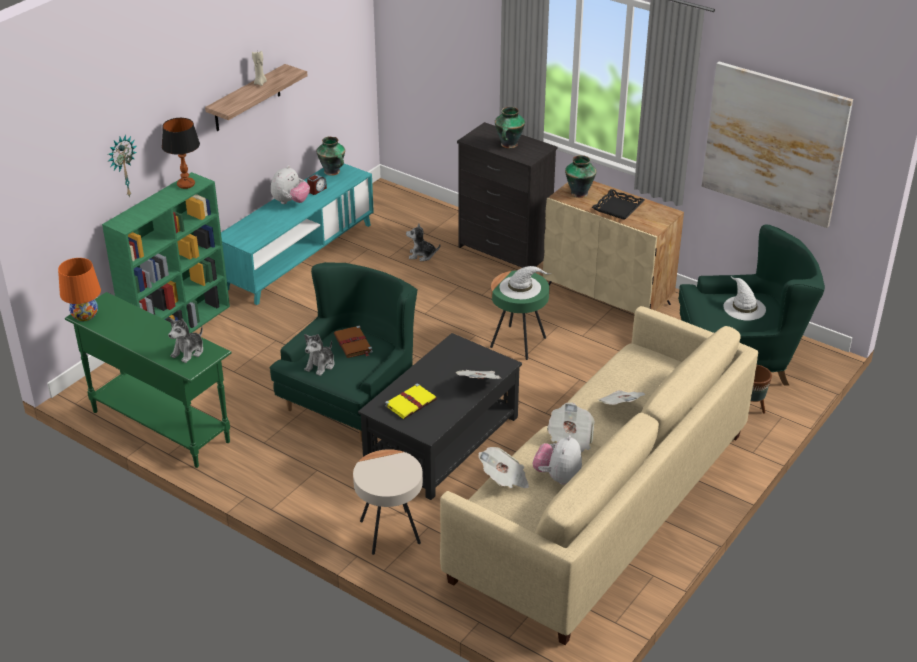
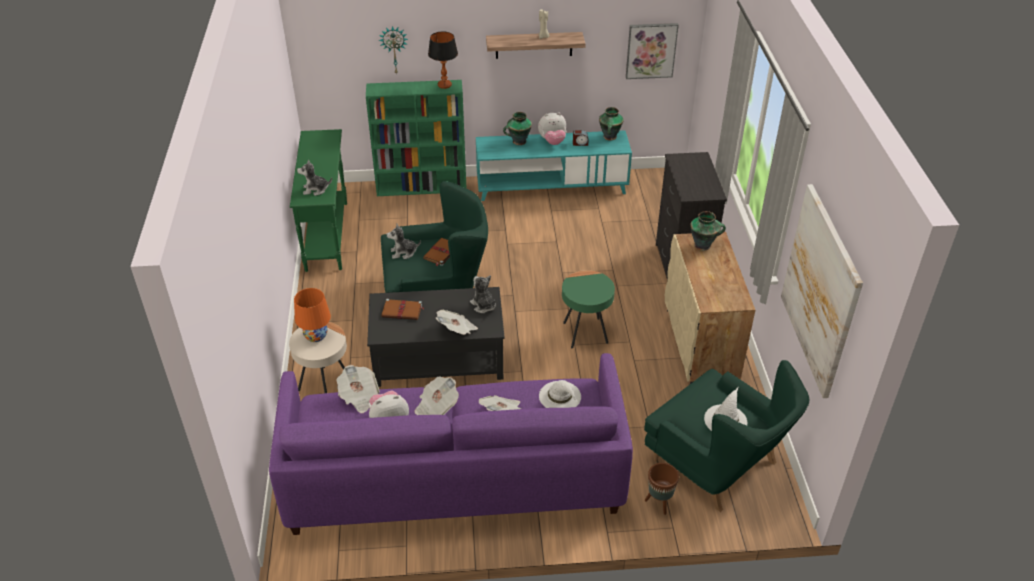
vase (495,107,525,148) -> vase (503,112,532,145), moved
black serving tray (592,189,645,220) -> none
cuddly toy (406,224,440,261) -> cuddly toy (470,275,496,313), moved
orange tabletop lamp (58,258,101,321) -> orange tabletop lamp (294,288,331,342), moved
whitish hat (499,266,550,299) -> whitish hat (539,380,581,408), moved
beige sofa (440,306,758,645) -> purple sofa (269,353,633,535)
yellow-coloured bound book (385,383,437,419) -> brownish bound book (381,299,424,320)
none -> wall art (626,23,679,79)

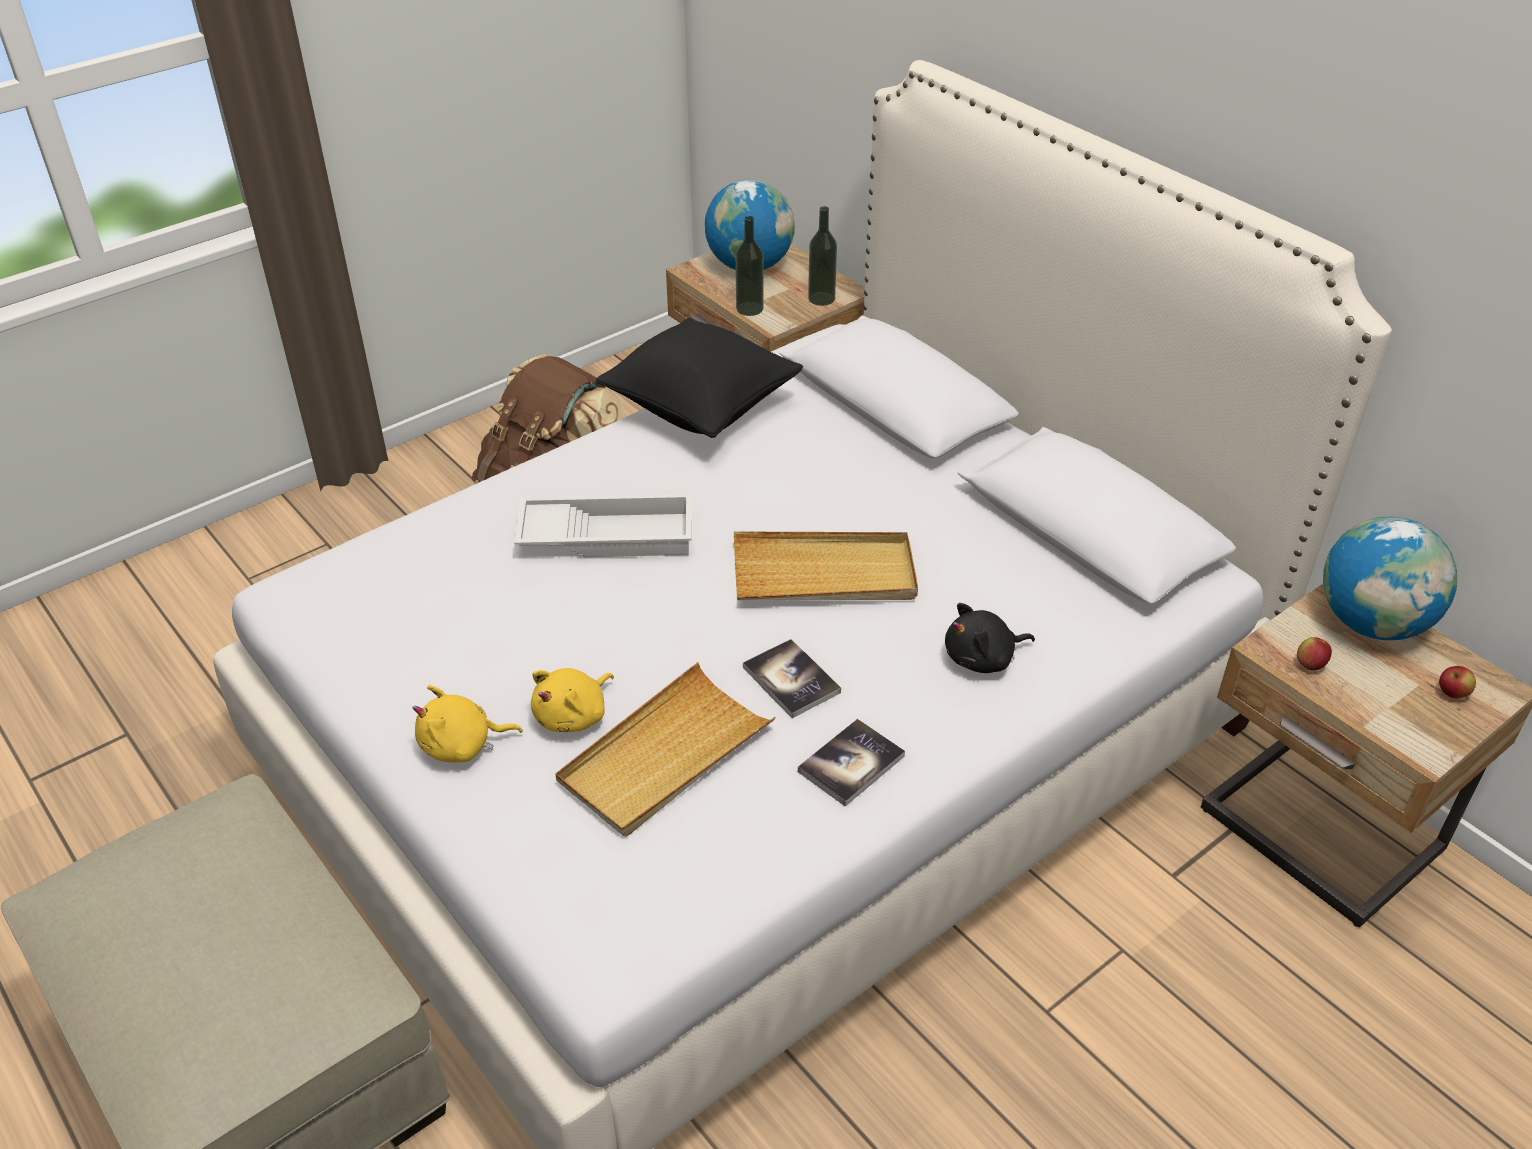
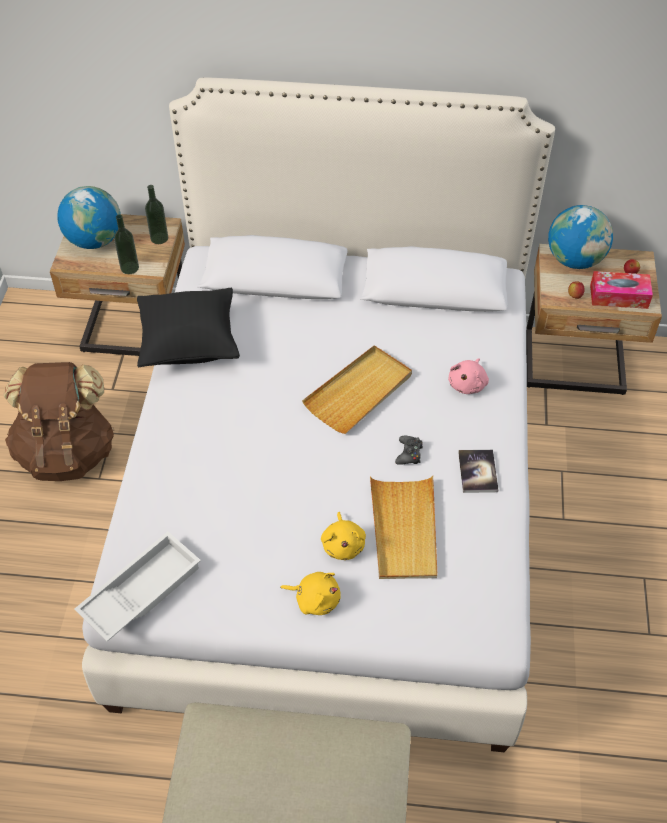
whitish serving tray (514,493,692,557) -> whitish serving tray (74,531,201,642), moved
black cuddly toy (945,603,1035,673) -> pink-coloured cuddly toy (448,358,489,394)
bound book (743,639,841,718) -> black joypad (395,436,423,465)
yellow-coloured cuddly toy (412,685,523,763) -> yellow-coloured cuddly toy (280,572,341,615), 105 degrees counterclockwise
none -> tissue holder (590,271,653,309)

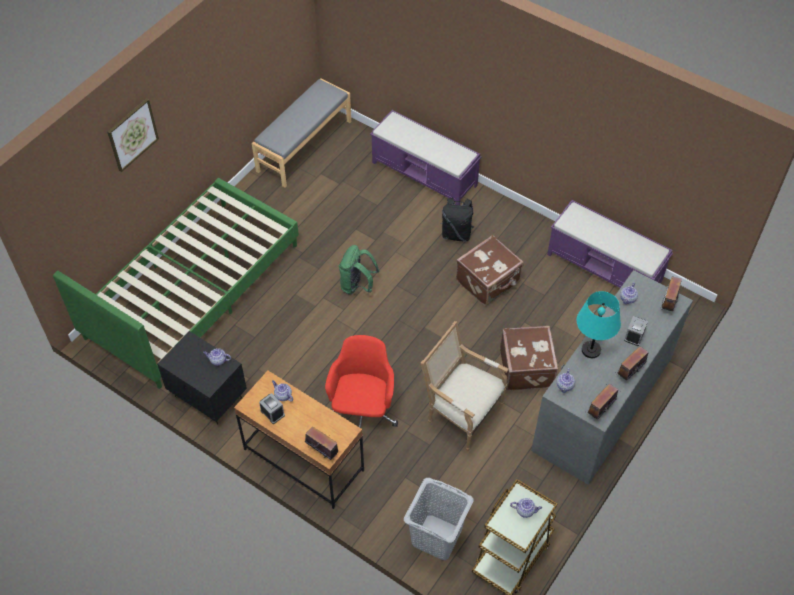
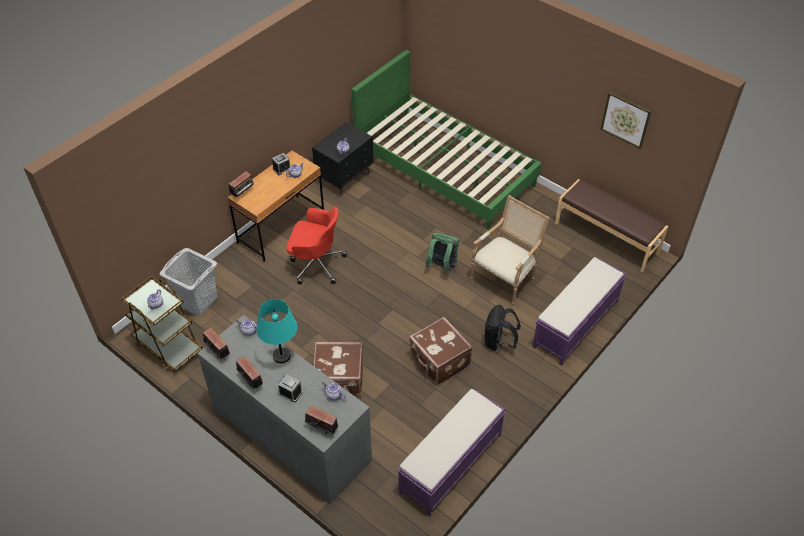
greyish long seat (252,78,351,187) -> brownish long seat (555,179,668,272)
wall art (107,98,159,172) -> wall art (601,92,651,149), moved
armchair (421,321,509,451) -> armchair (470,195,550,305), moved

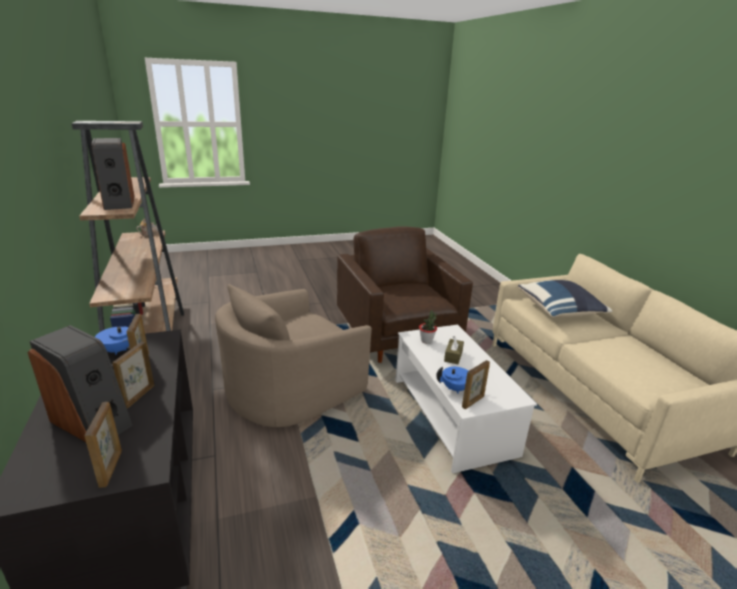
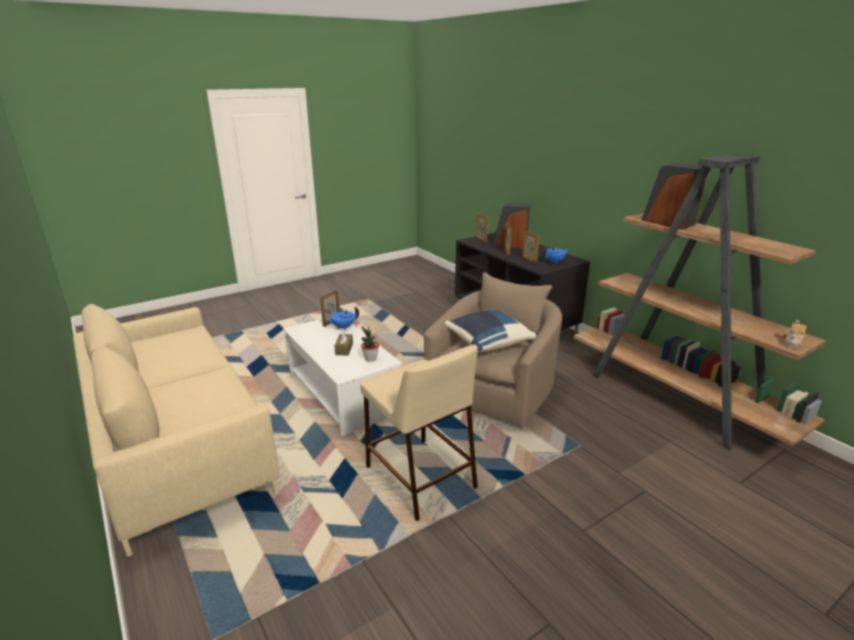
brownish armchair (337,227,473,363) -> beige sitting stool (361,345,478,521)
blue-coloured pillow (518,280,612,317) -> blue-coloured pillow (445,310,537,352), moved

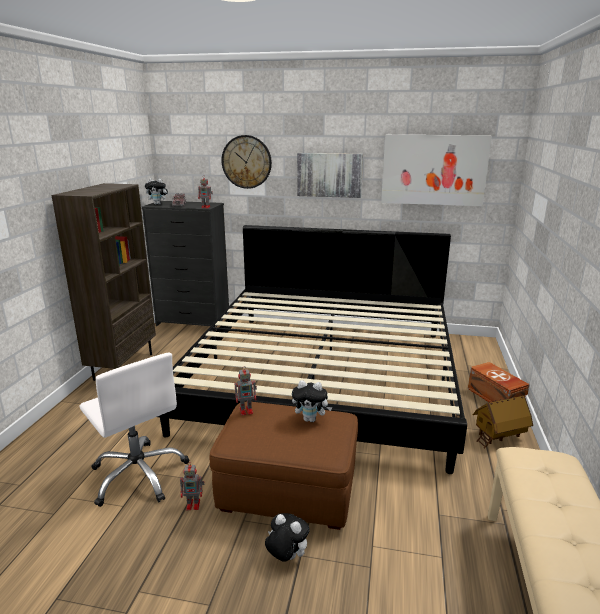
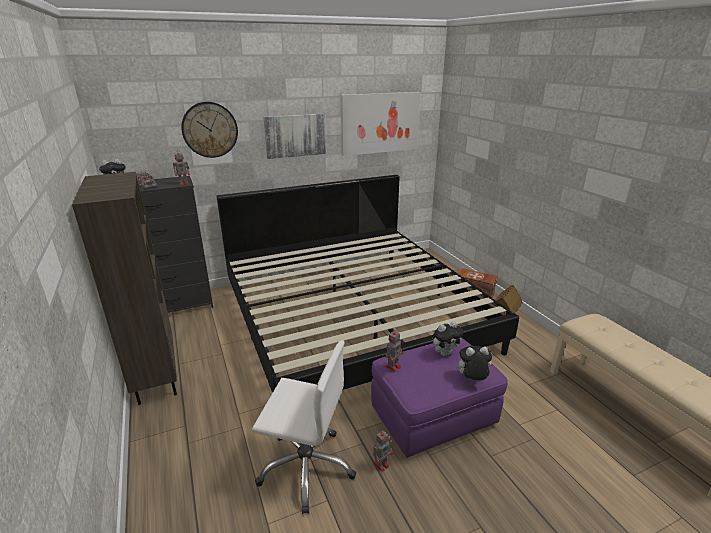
brownish pouffe (210,402,358,530) -> purple pouffe (371,338,508,458)
cuddly toy (265,513,310,562) -> cuddly toy (454,346,492,380), moved

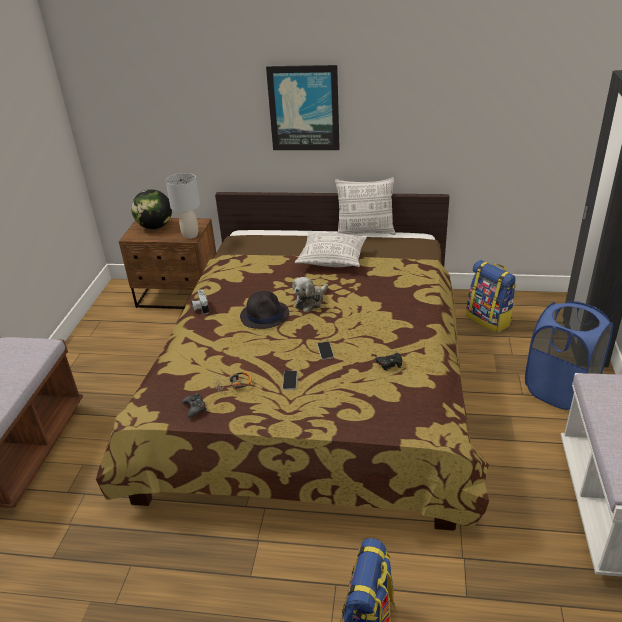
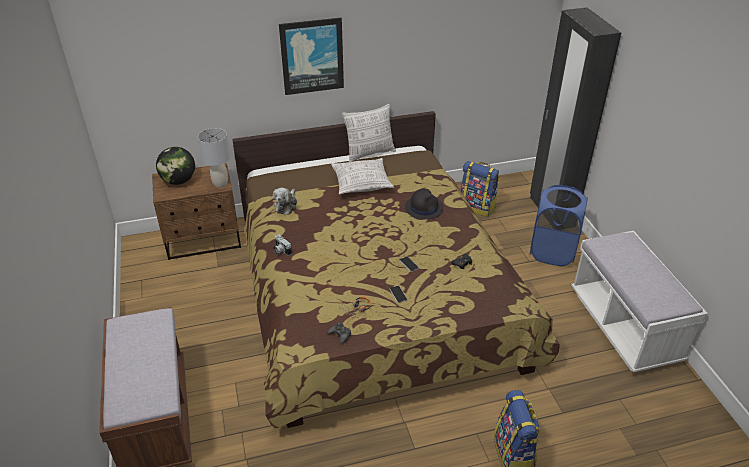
cuddly toy (292,277,328,312) -> cuddly toy (273,188,297,215), moved
black hat (240,291,289,329) -> black hat (405,189,444,220), moved

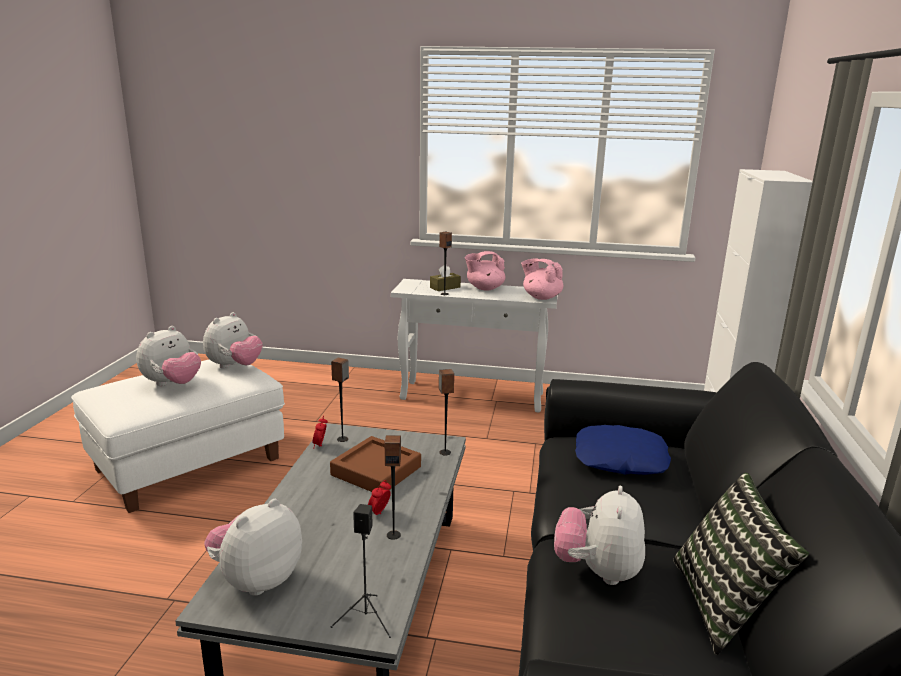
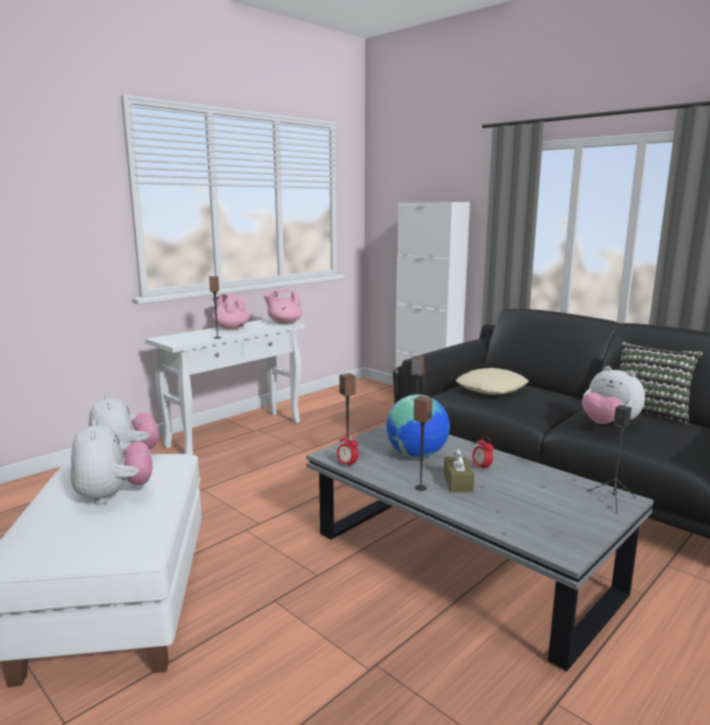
pink-coloured tea pot (465,251,505,291) -> pink-coloured tea pot (212,293,250,330), 120 degrees clockwise
brownish tissue holder (430,265,461,291) -> brownish tissue holder (444,448,474,492), moved
blue-coloured pillow (575,425,671,475) -> beige pillow (456,368,529,395)
speaker (385,435,401,540) -> speaker (414,396,433,491), moved
brownish serving tray (330,436,421,492) -> world globe (386,394,450,458)
cuddly toy (204,499,302,596) -> none

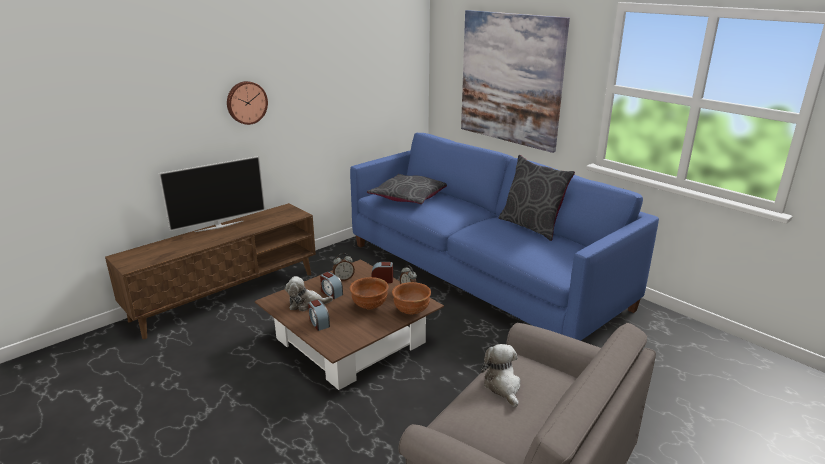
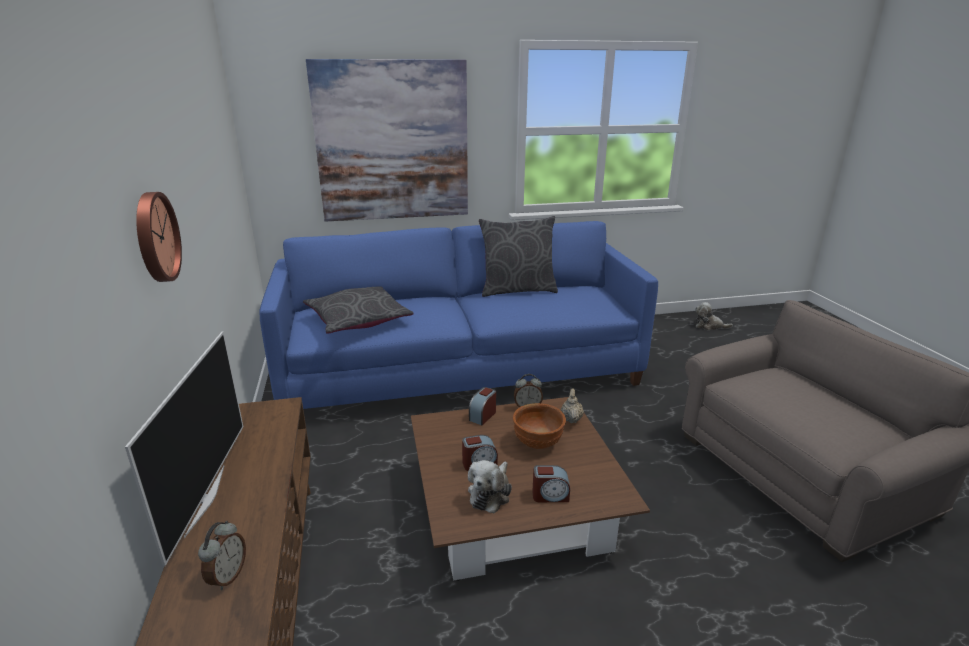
bedside clock (333,253,355,281) -> bedside clock (198,521,246,590), moved
brownish deep dish (392,282,431,315) -> beige tea pot (561,388,584,423)
cuddly toy (481,344,521,407) -> cuddly toy (695,302,733,330), moved

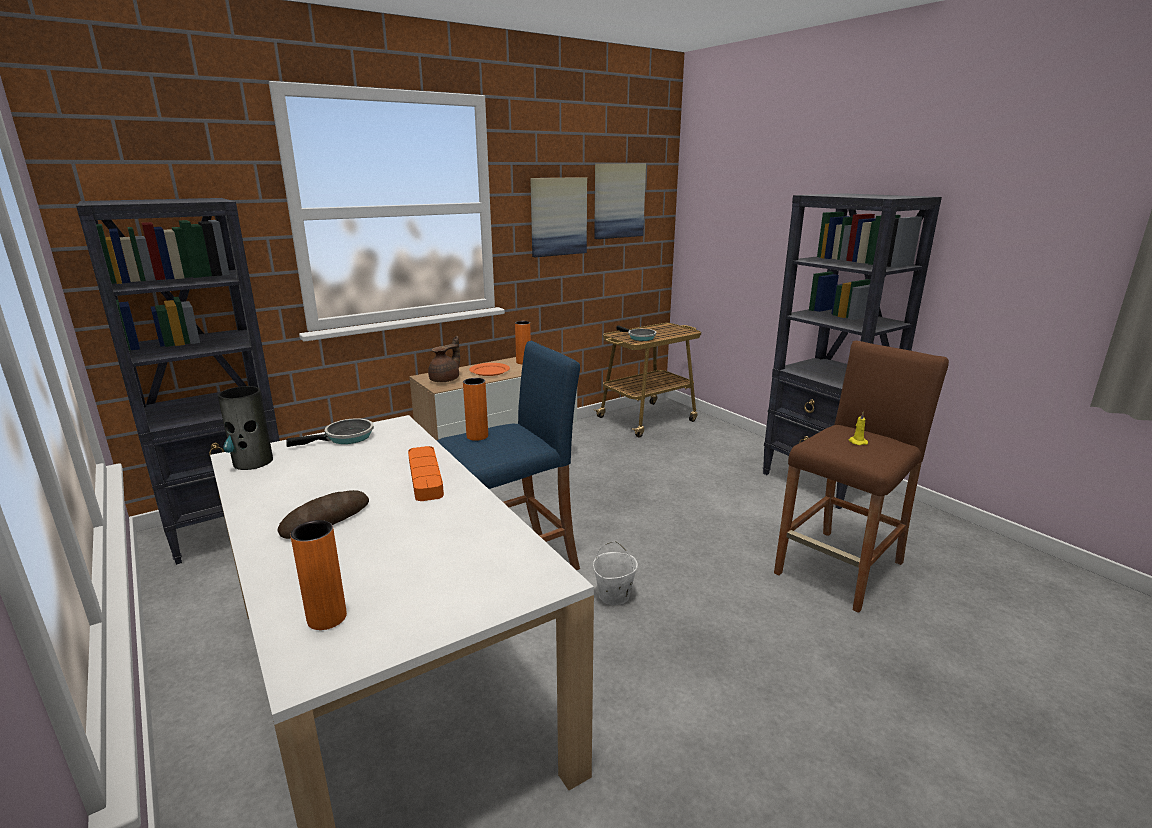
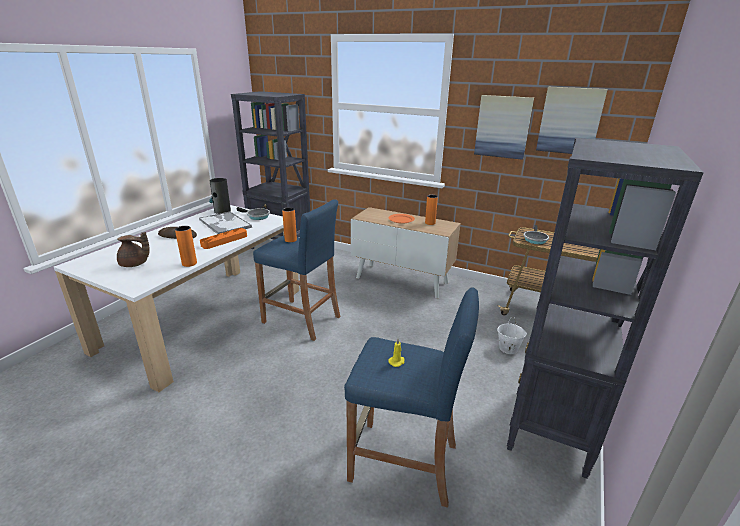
brownish tea pot (428,336,460,382) -> brownish tea pot (117,232,150,267), moved
brownish sitting stool (774,341,949,613) -> blue-coloured sitting stool (344,287,479,508)
orange vase (290,520,347,630) -> orange vase (175,226,197,267), moved
whitish pail (593,541,638,605) -> whitish pail (497,317,527,354), moved
none -> serving tray (199,211,252,234)

